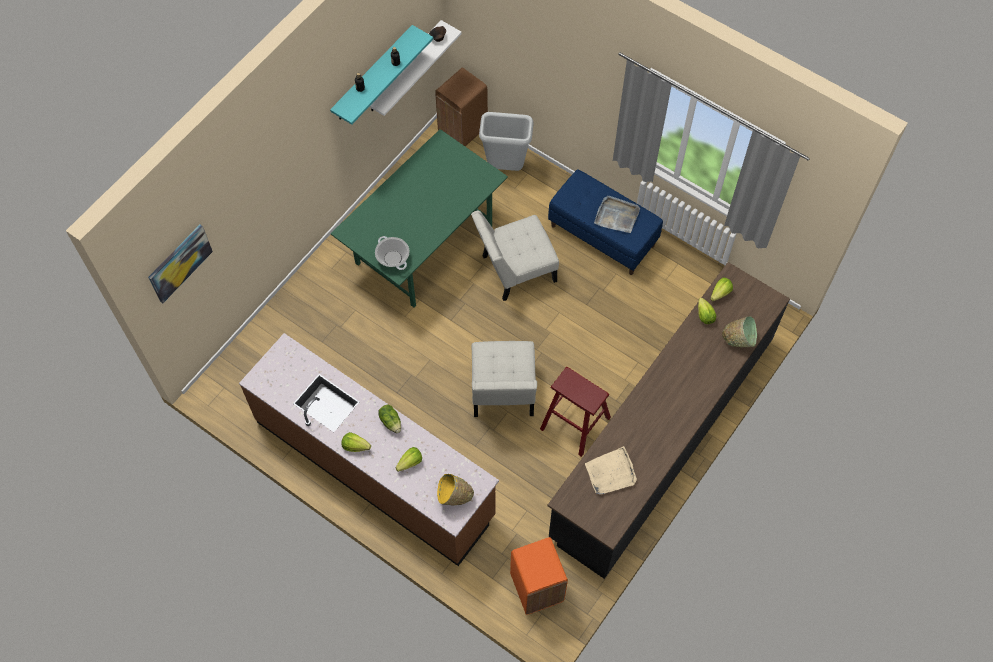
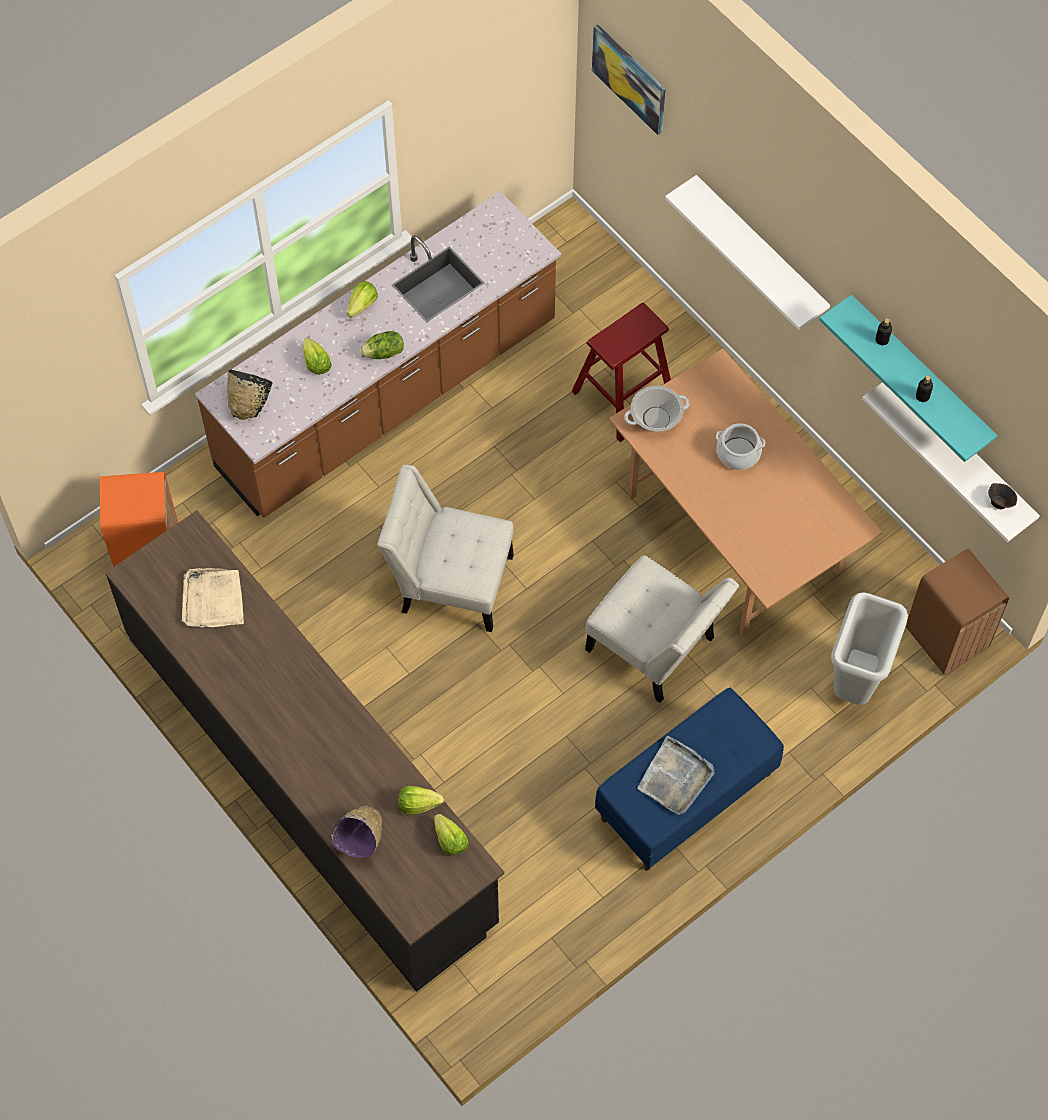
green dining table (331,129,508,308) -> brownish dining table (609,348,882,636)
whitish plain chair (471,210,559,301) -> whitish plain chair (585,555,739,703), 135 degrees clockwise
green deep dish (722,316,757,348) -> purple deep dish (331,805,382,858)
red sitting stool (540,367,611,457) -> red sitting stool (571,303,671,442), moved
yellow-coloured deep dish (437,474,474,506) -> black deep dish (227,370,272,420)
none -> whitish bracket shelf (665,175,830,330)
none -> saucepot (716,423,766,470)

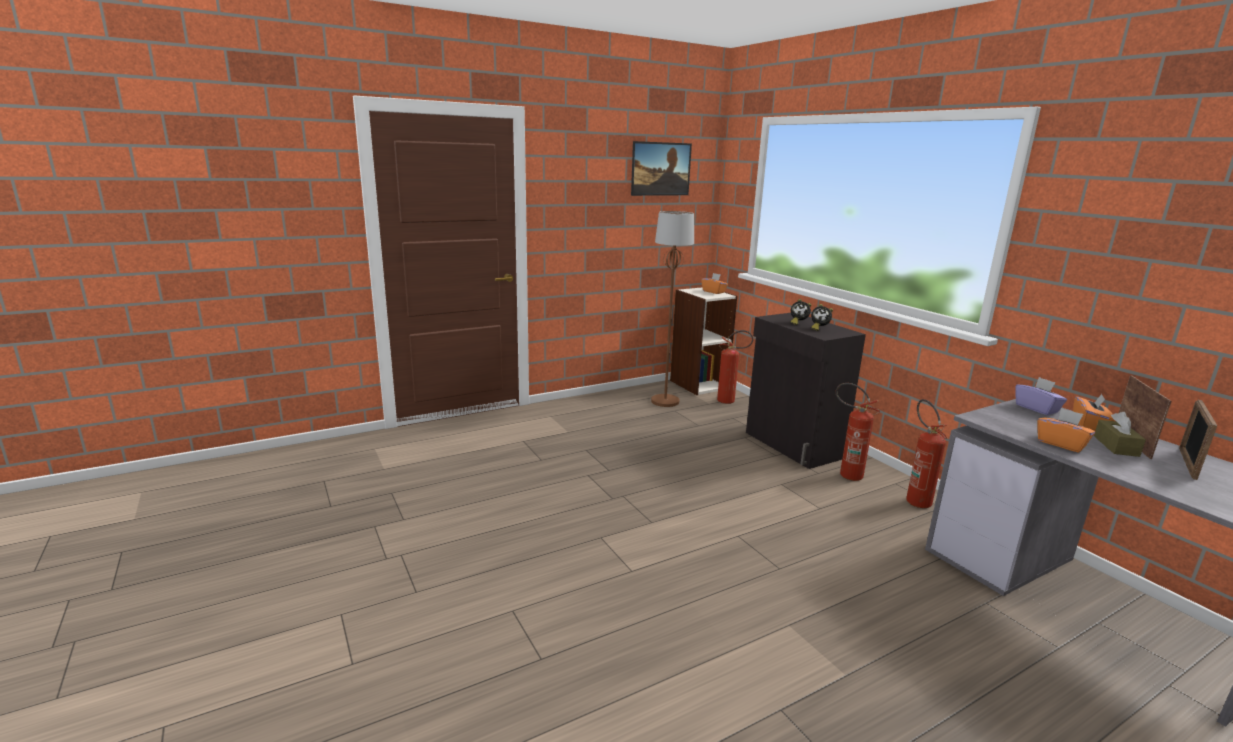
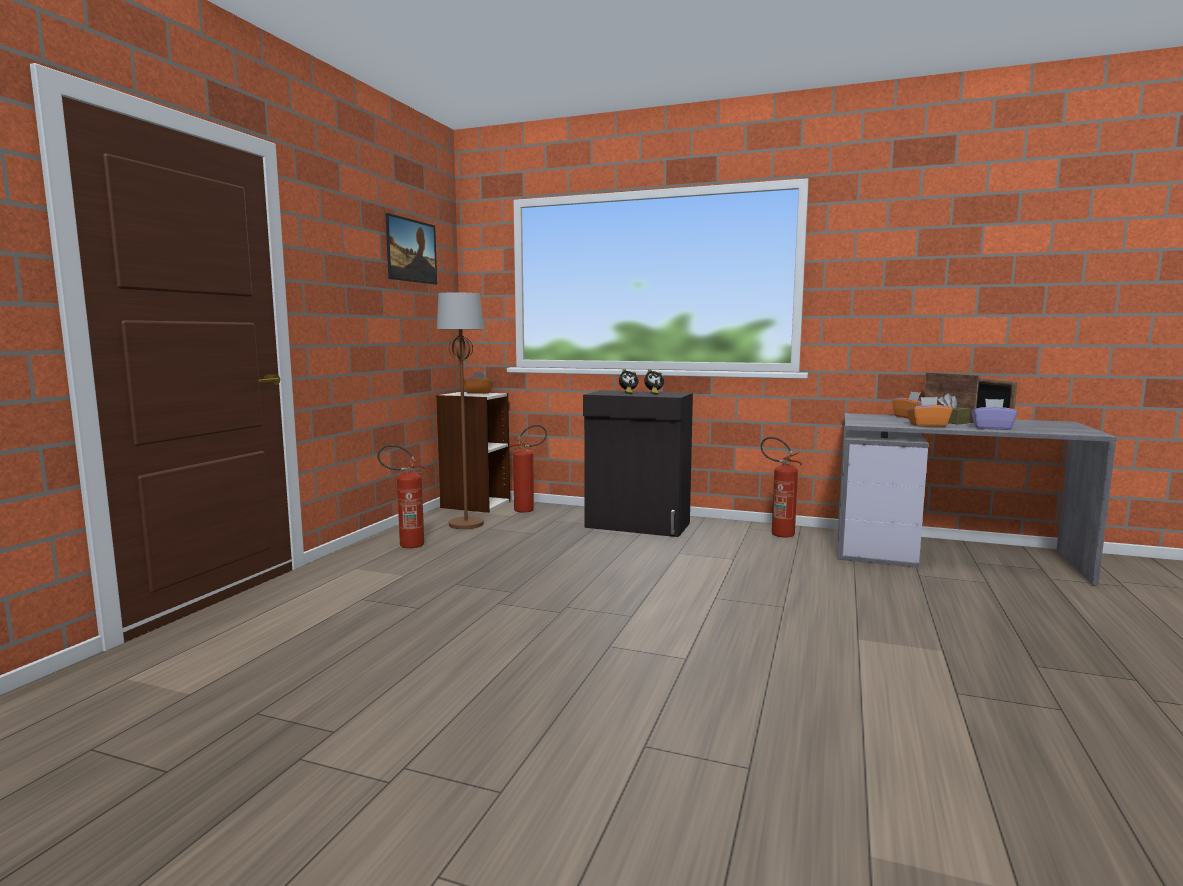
purple tissue holder (1015,377,1067,415) -> purple tissue holder (971,399,1018,430), moved
fire-fighting cylinder (835,383,880,481) -> fire-fighting cylinder (377,445,426,548), moved

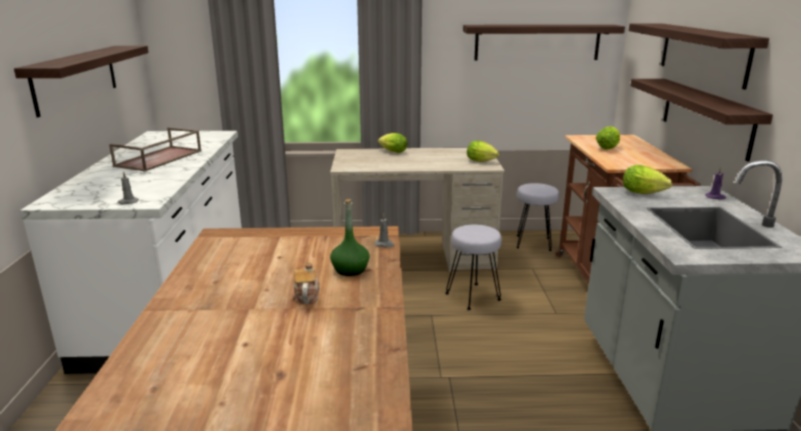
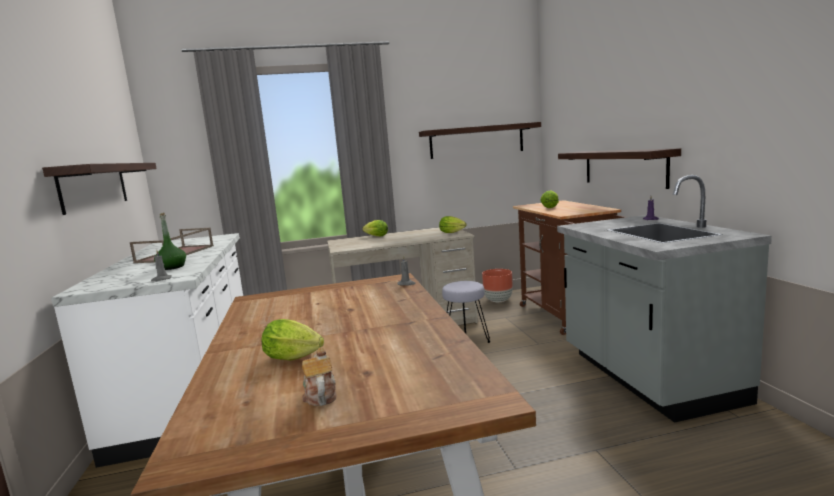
bracket shelf (629,24,769,90) -> none
lettuce (623,165,672,194) -> lettuce (261,319,324,361), moved
greyish sitting stool (516,183,559,251) -> brownish plant pot (482,269,513,302)
green bottle (330,199,370,276) -> green bottle (154,213,186,270), moved
tea pot (293,262,320,304) -> tea pot (302,347,337,406), moved

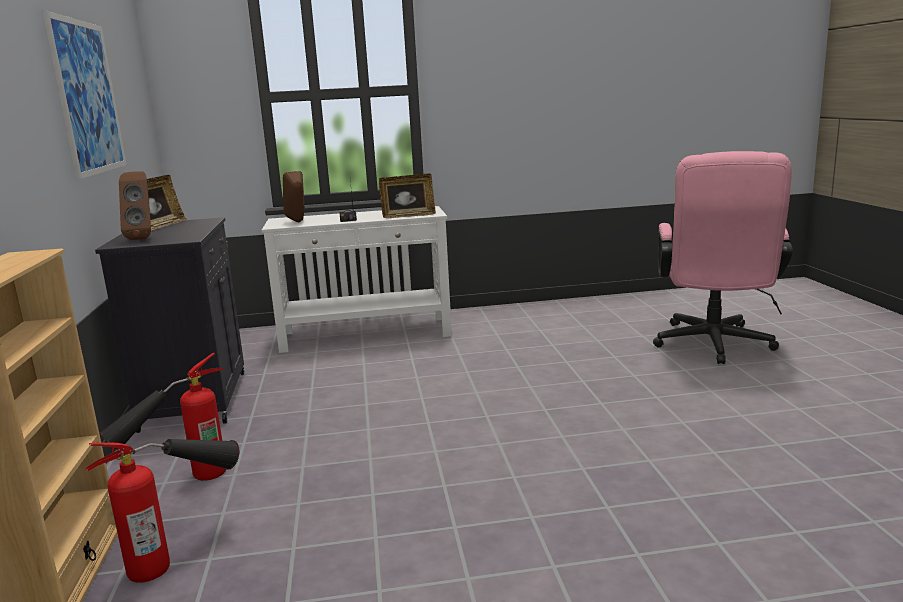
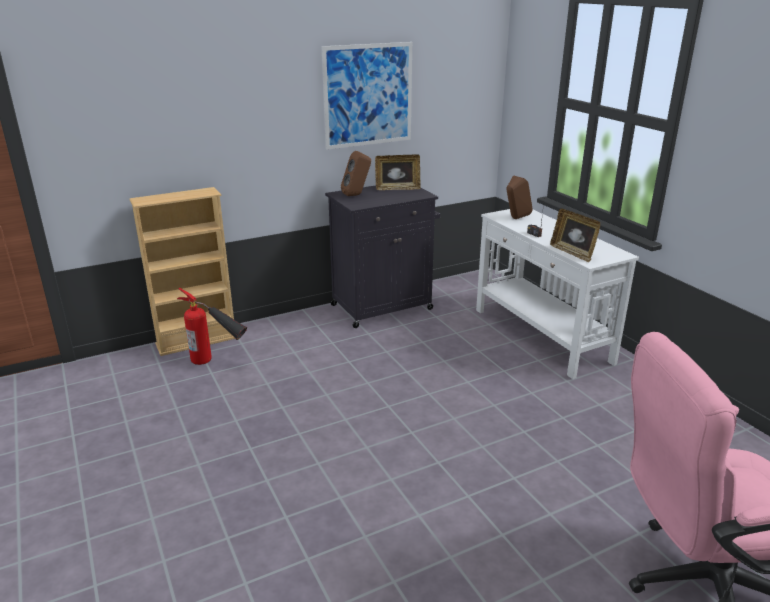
fire-fighting cylinder (99,353,226,481) -> none

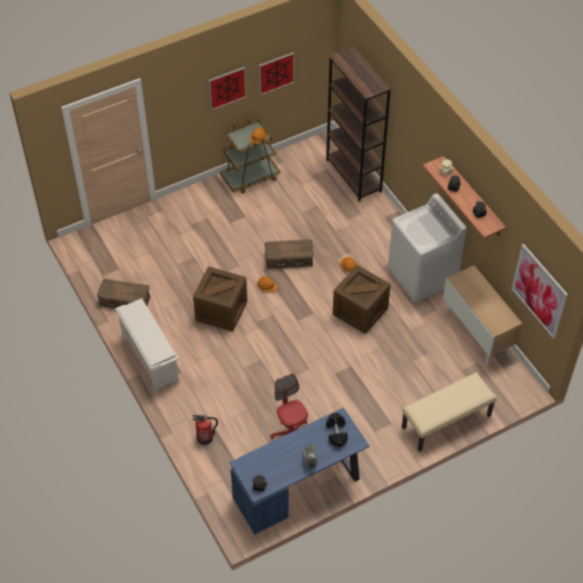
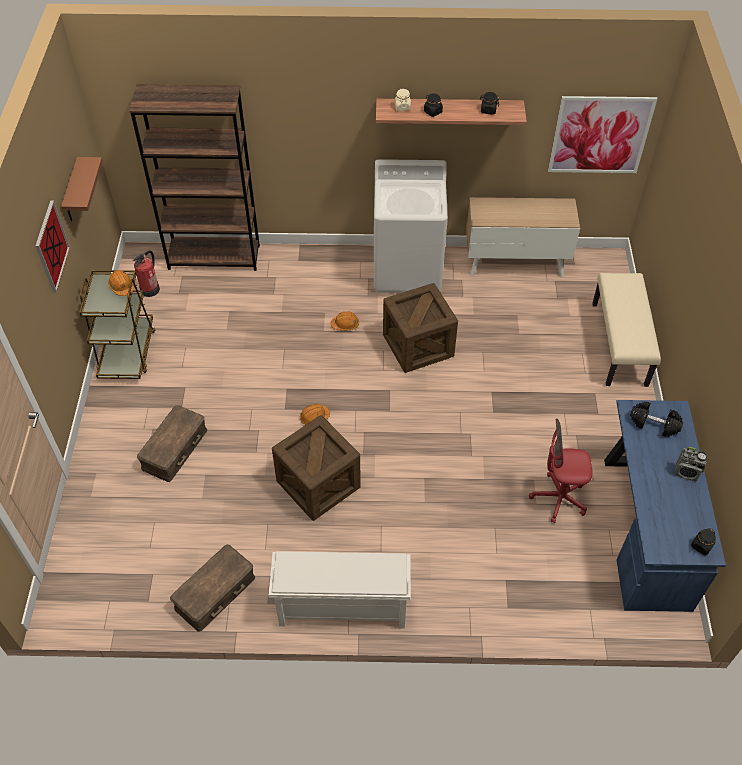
wall art (259,52,295,96) -> brownish bracket shelf (61,157,103,221)
brownish storage box (265,239,314,269) -> brownish storage box (137,405,207,482), moved
fire-fighting cylinder (192,415,218,445) -> fire-fighting cylinder (133,251,160,297), moved

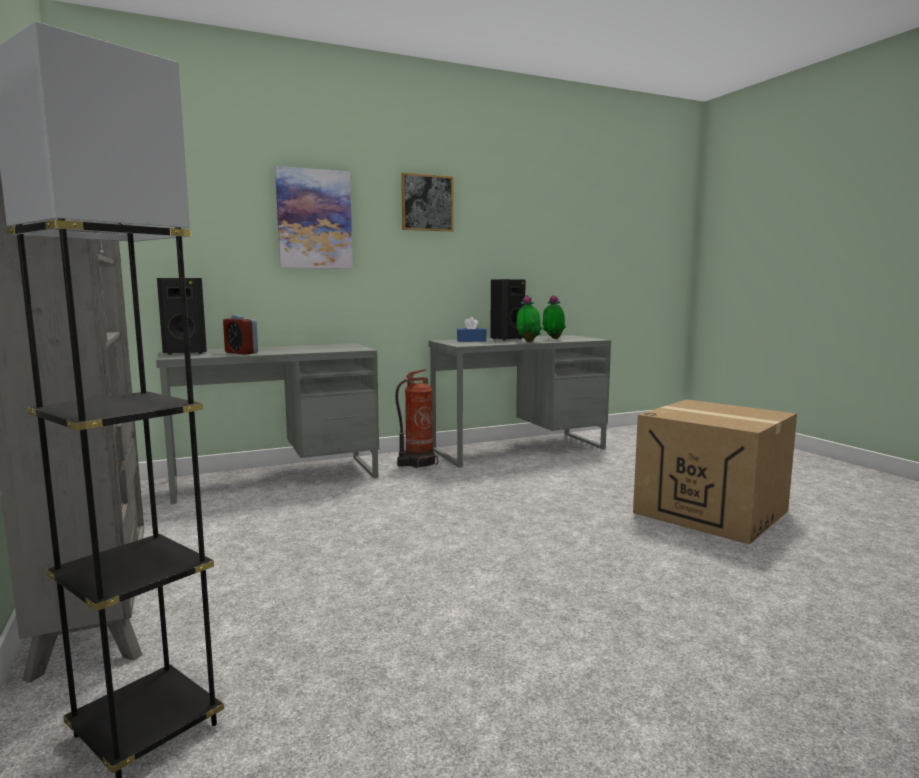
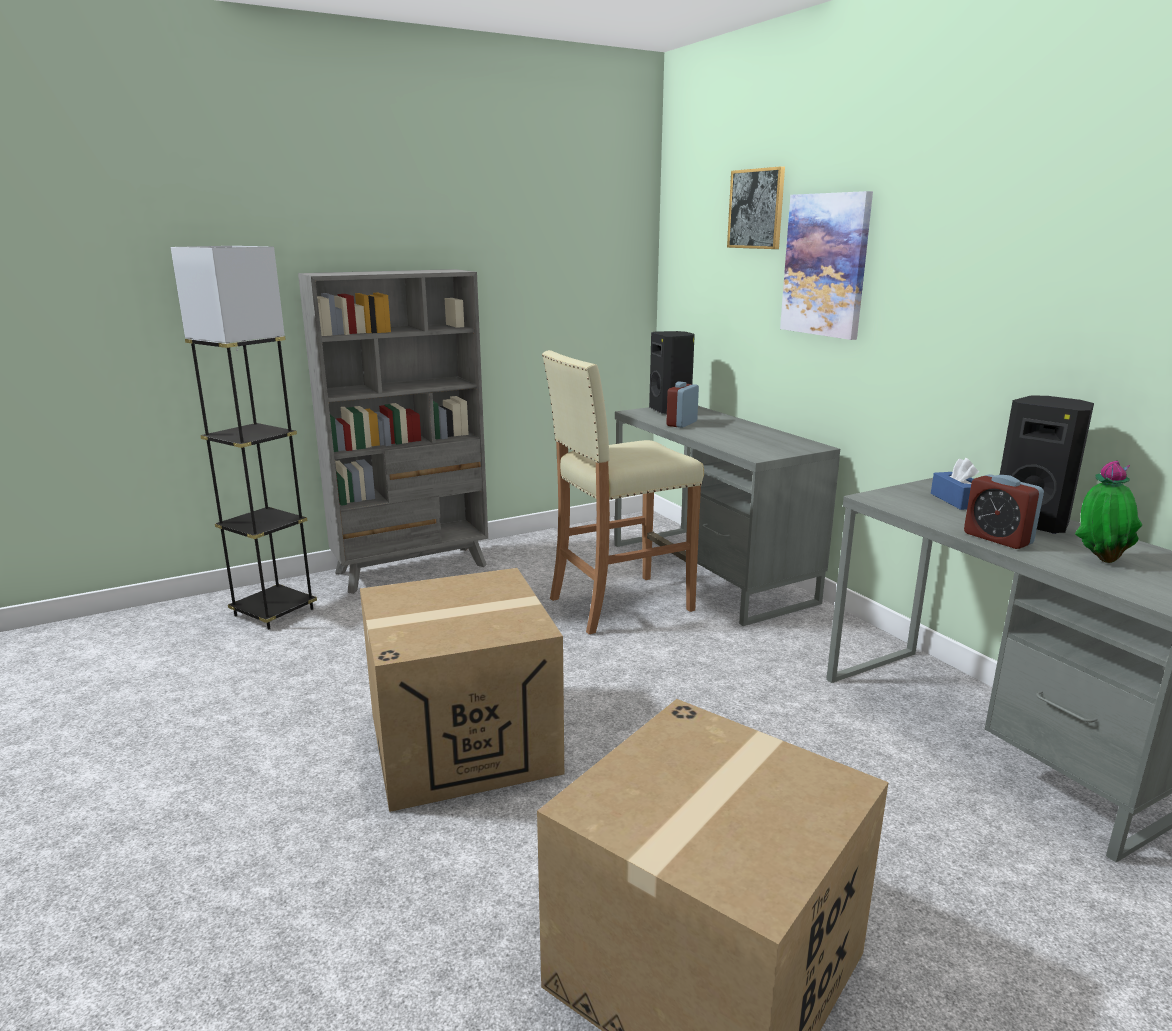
wall art (401,173,453,232) -> wall art (727,166,785,249), moved
houseplant (517,295,543,342) -> bedside clock (964,474,1044,549)
fire-fighting cylinder (395,369,438,468) -> none
none -> beige sitting stool (542,350,704,634)
none -> carton (360,568,564,812)

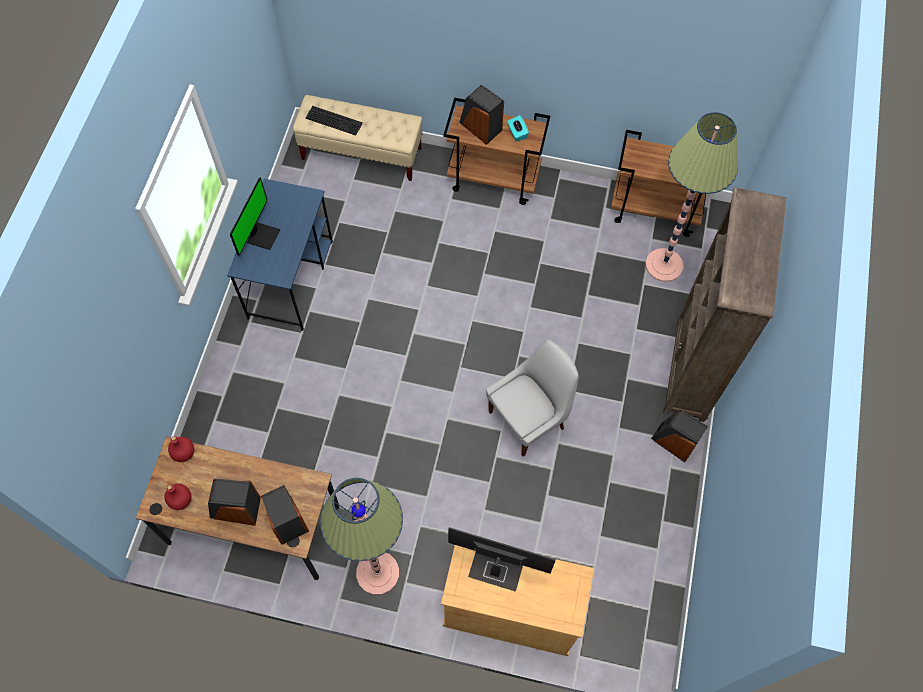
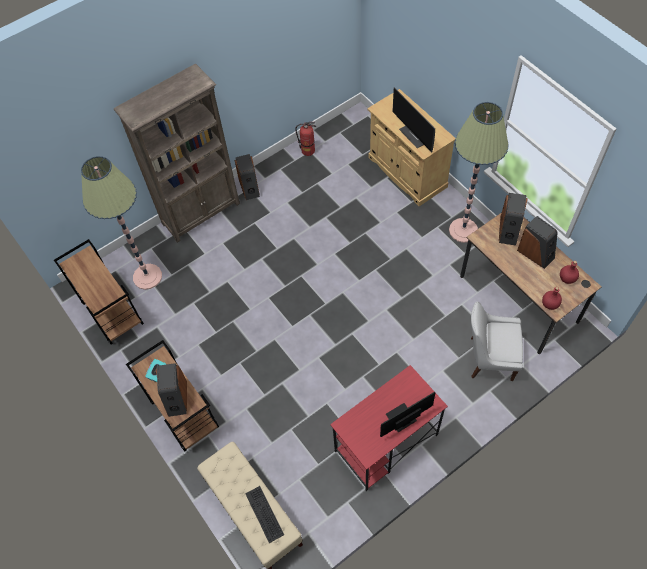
blue-coloured desk (227,179,333,331) -> red desk (330,365,448,491)
whitish plain chair (486,340,579,457) -> whitish plain chair (471,301,523,381), moved
none -> fire-fighting cylinder (295,122,316,156)

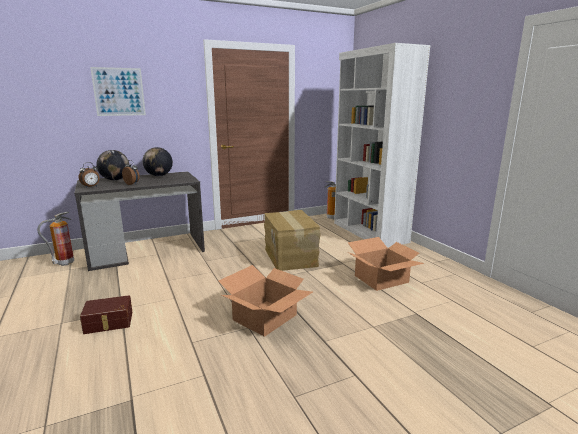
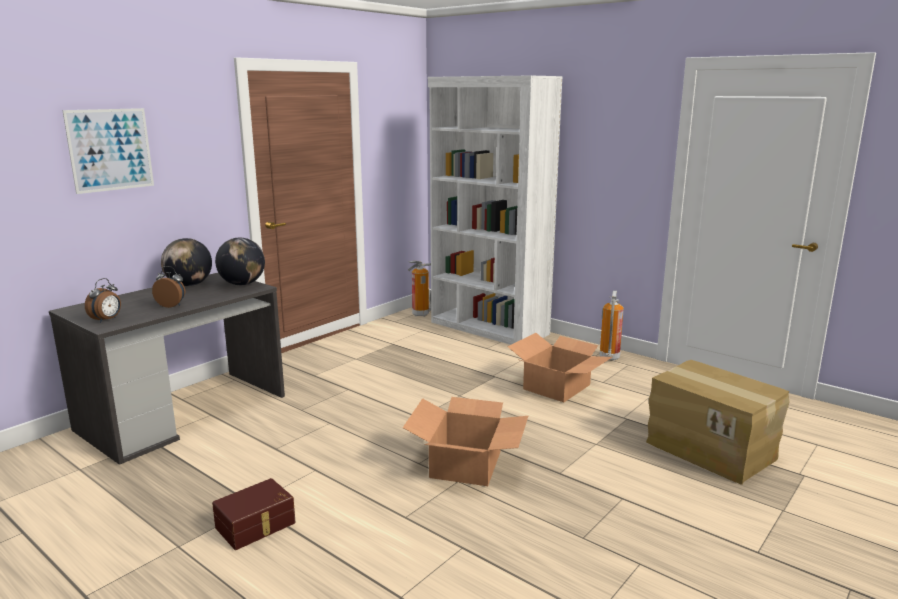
world globe (97,150,129,180) -> world globe (215,238,265,285), moved
carton (264,210,321,271) -> carton (646,360,790,485), moved
fire-fighting cylinder (37,212,74,266) -> fire-fighting cylinder (600,290,624,361), moved

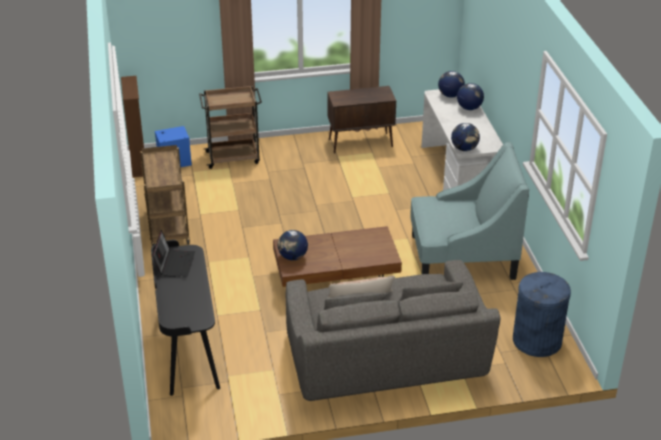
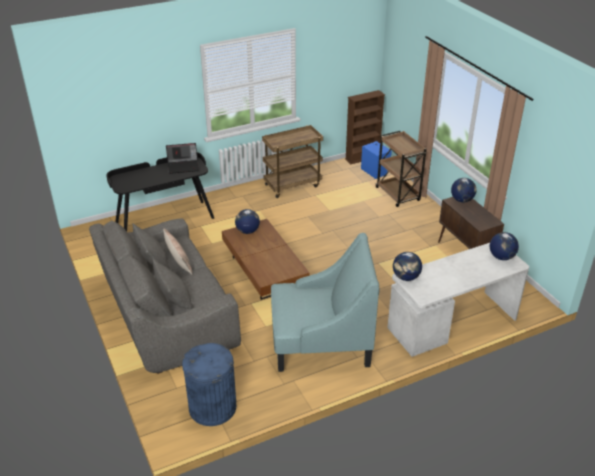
world globe (457,83,484,110) -> world globe (451,178,476,202), moved
turquoise armchair (410,142,529,280) -> turquoise armchair (271,233,379,372), 75 degrees counterclockwise

